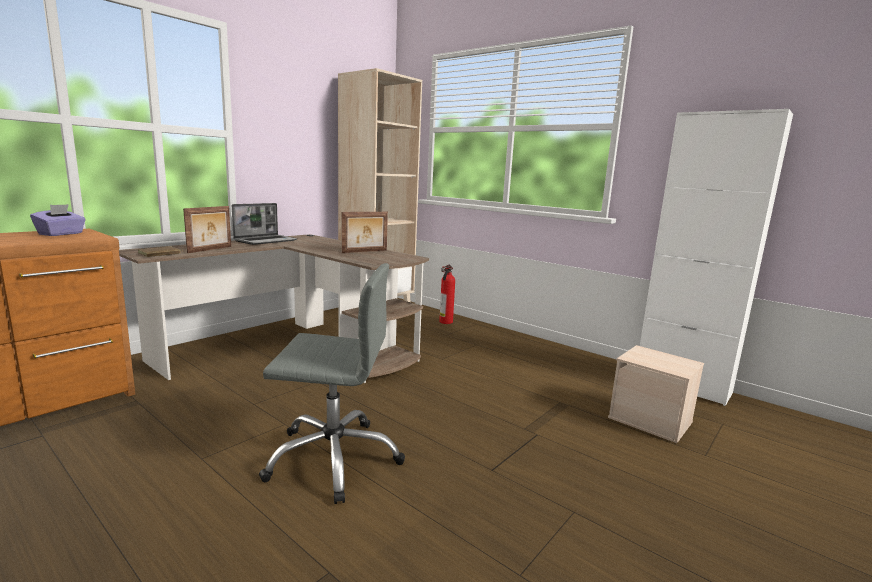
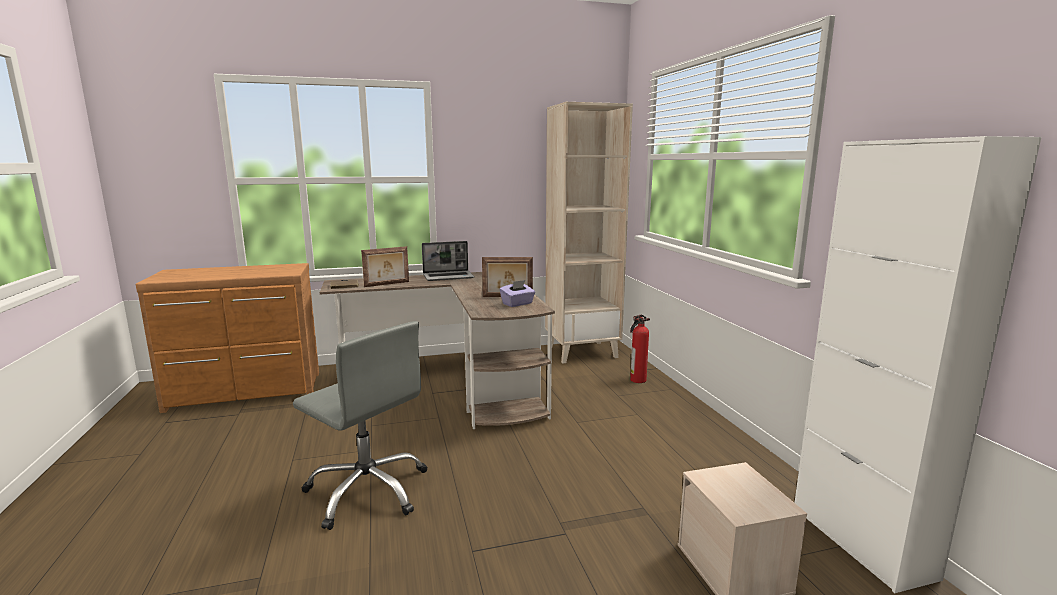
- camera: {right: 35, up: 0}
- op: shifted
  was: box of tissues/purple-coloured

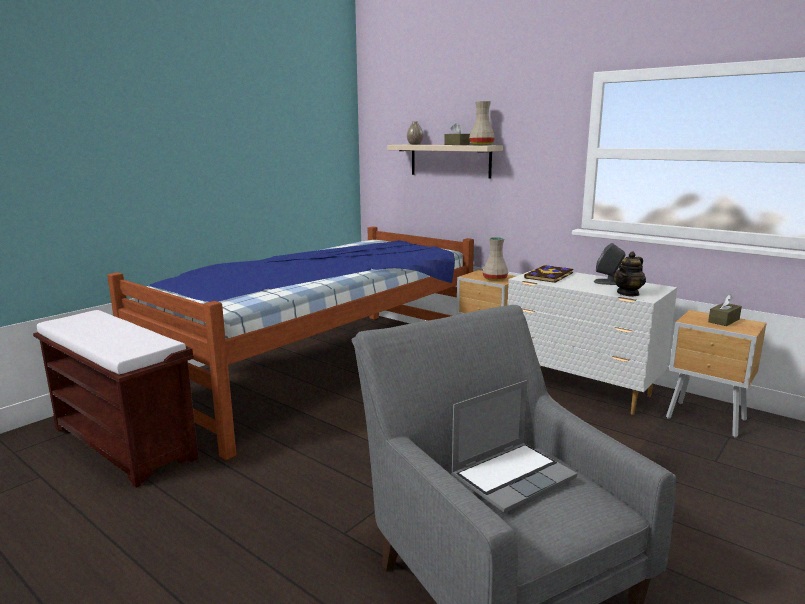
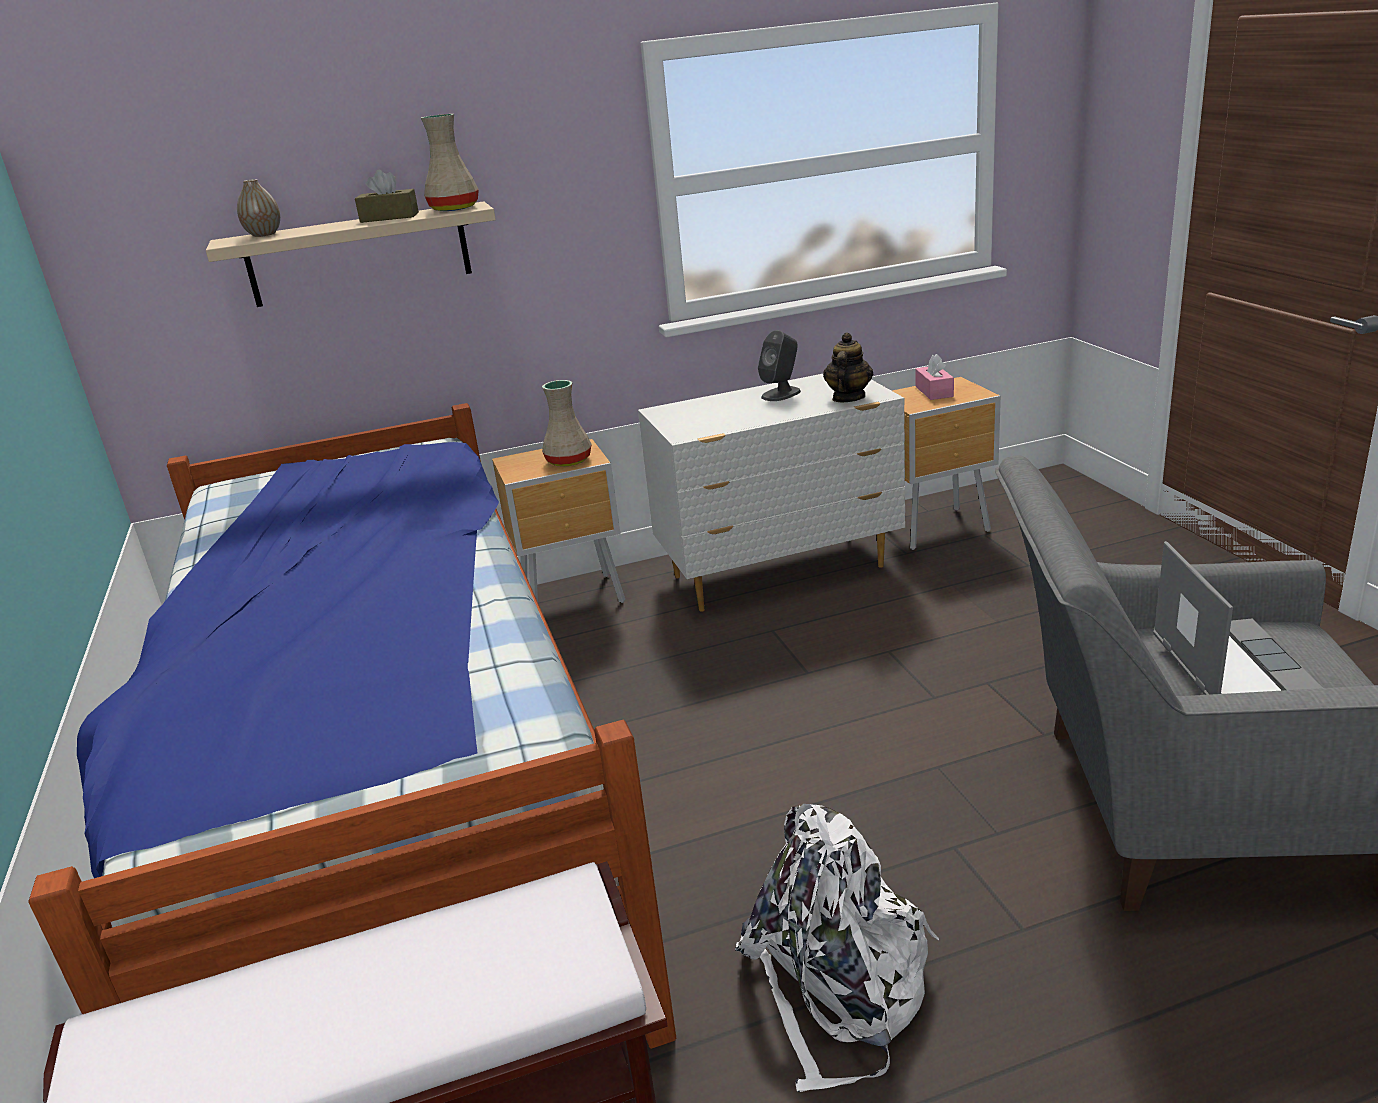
- camera: {right: -55, up: 10}
- op: gone
  was: bound book
- op: rotated
  was: pot for tea
  clockwise: -150
- op: repainted
  was: box of tissues/brown-coloured (no. 2 from left)
  now: box of tissues/pink
- op: new
  now: backpack/white

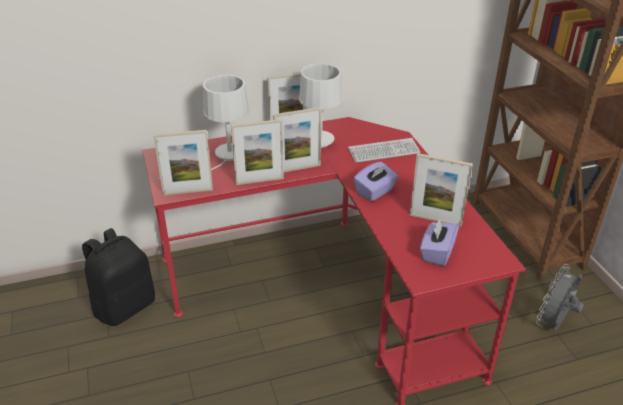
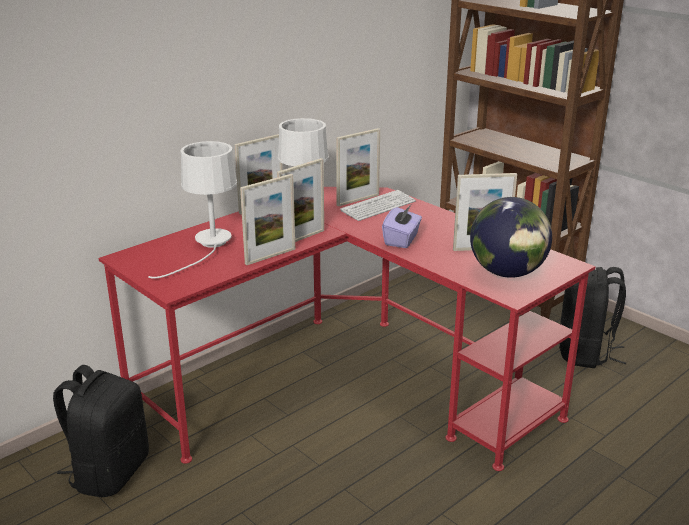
- camera: {right: -25, up: -10}
- op: shifted
  was: picture frame (no. 1 from left in the first image)
  now: picture frame (no. 4 from left)
- op: swapped
  was: box of tissues/purple-coloured (no. 2 from left)
  now: world globe
- op: swapped
  was: electric fan/gray
  now: backpack/black (no. 2 from left)

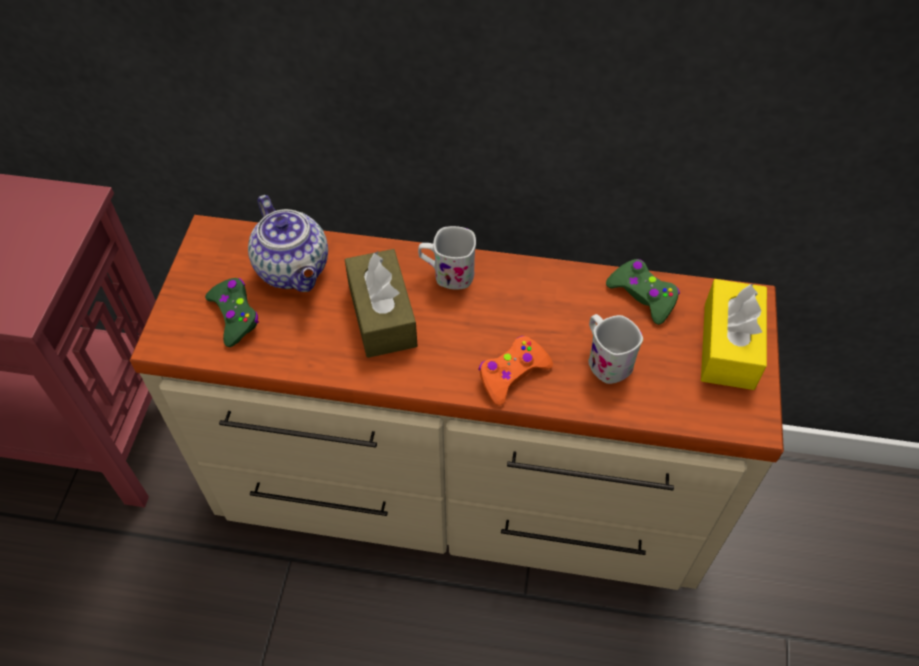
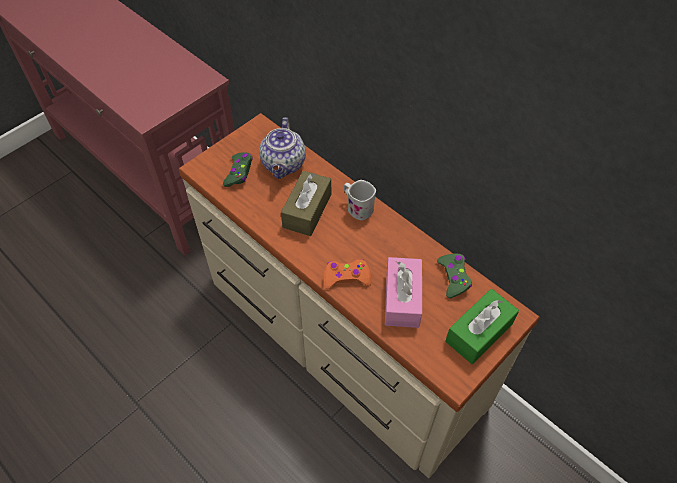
- camera: {right: 35, up: 0}
- op: swapped
  was: tea mug/white (no. 2 from left)
  now: box of tissues/pink
- op: repainted
  was: box of tissues/yellow-coloured
  now: box of tissues/greenish

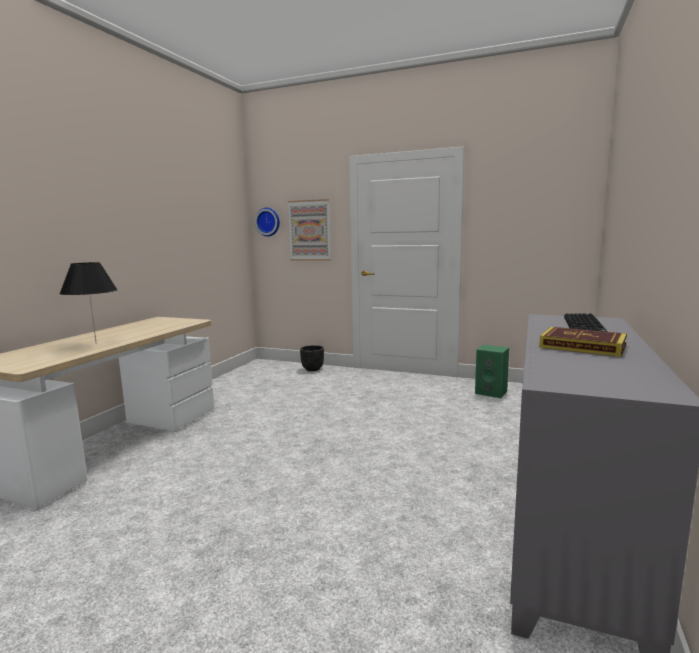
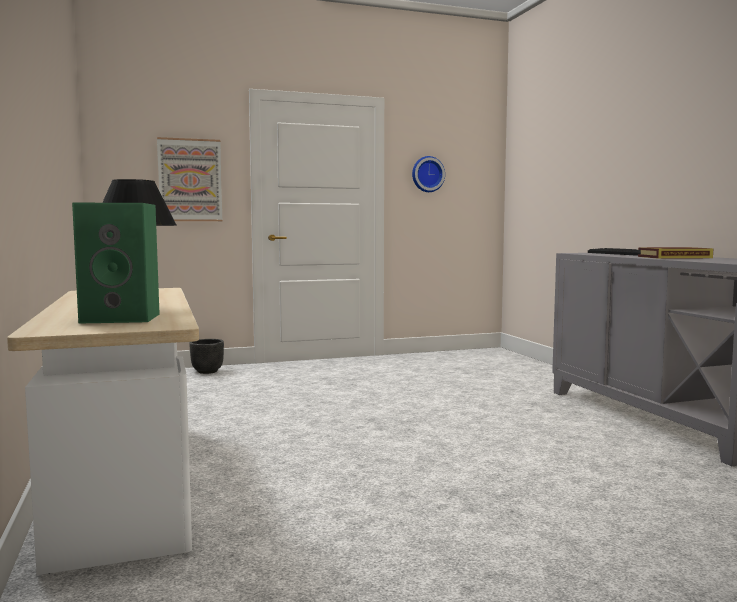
- camera: {right: -40, up: -5}
- op: shifted
  was: clock on the wall
- op: shifted
  was: speaker/greenish

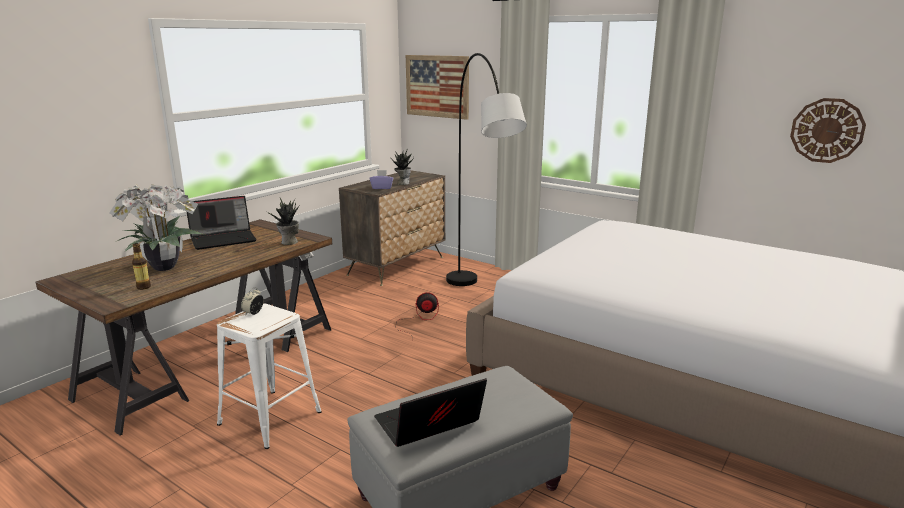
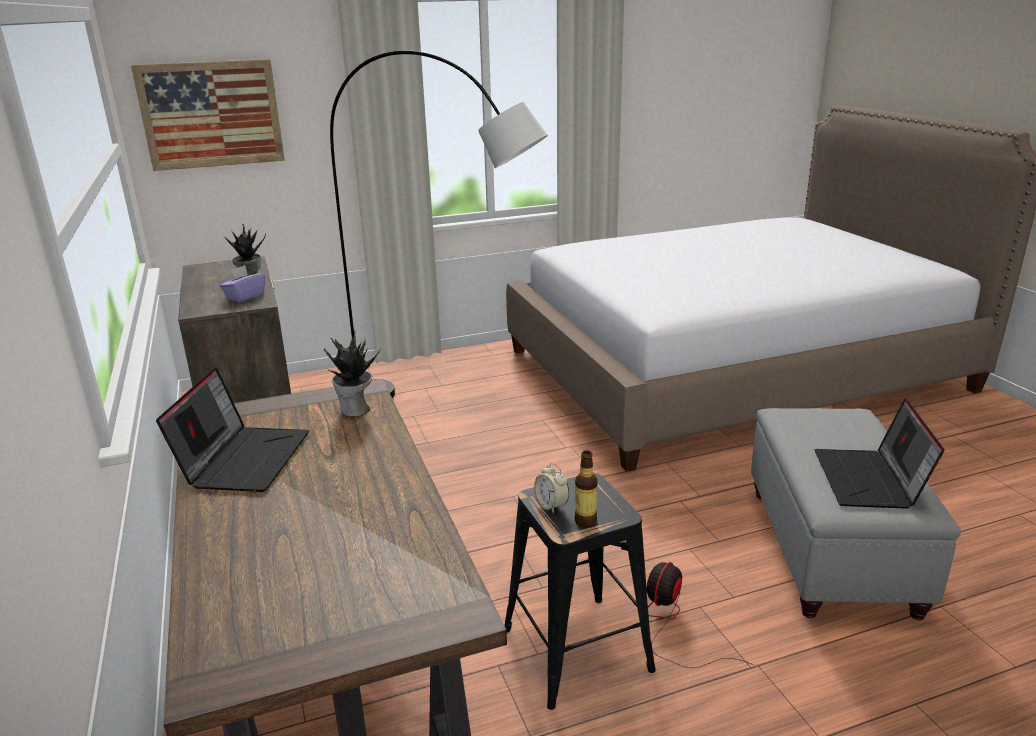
- camera: {right: -55, up: 5}
- op: gone
  was: houseplant (no. 1 from left)
- op: shifted
  was: beverage bottle
- op: repainted
  was: sitting stool/white
  now: sitting stool/black
- op: shifted
  was: electric fan
- op: gone
  was: clock on the wall

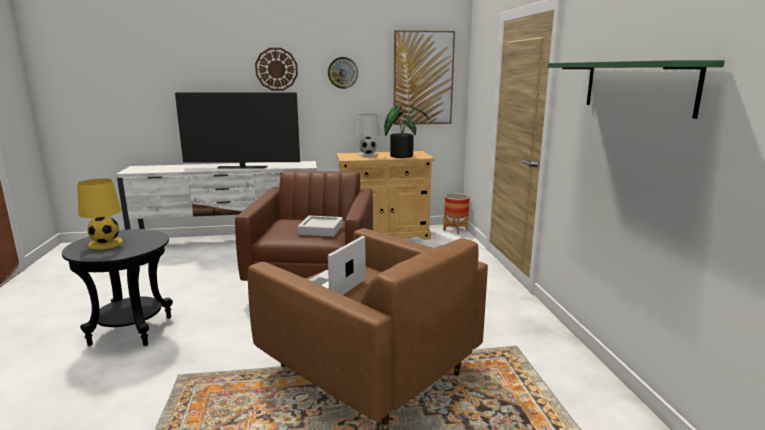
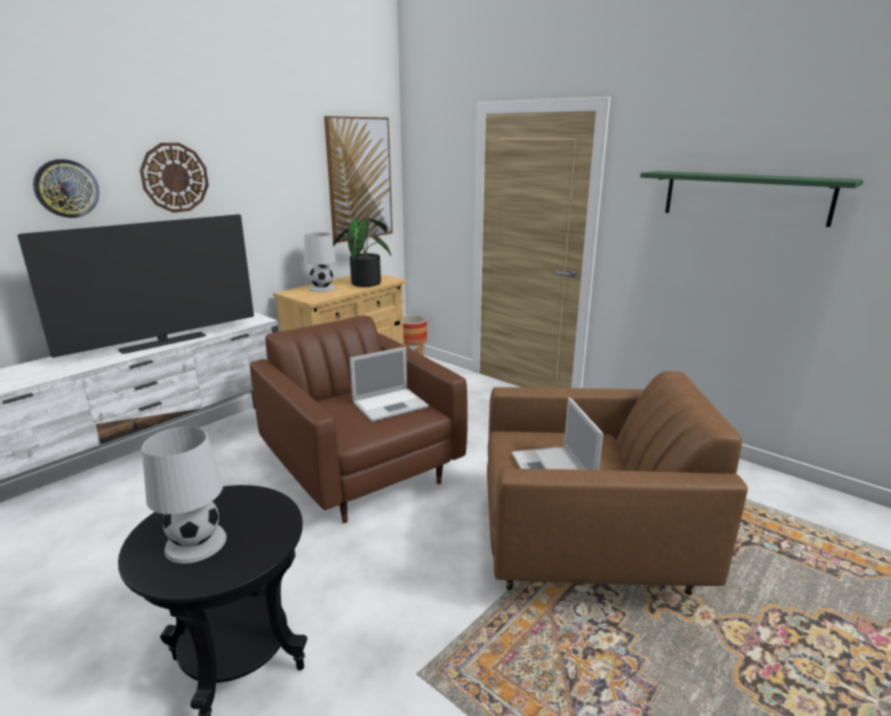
- camera: {right: -40, up: 5}
- op: repainted
  was: table lamp/yellow-coloured
  now: table lamp/white (no. 1 from left)
- op: swapped
  was: tray/gray
  now: portable computer (no. 1 from left)
- op: shifted
  was: clock on the wall (no. 2 from left in the first image)
  now: clock on the wall (no. 1 from left)

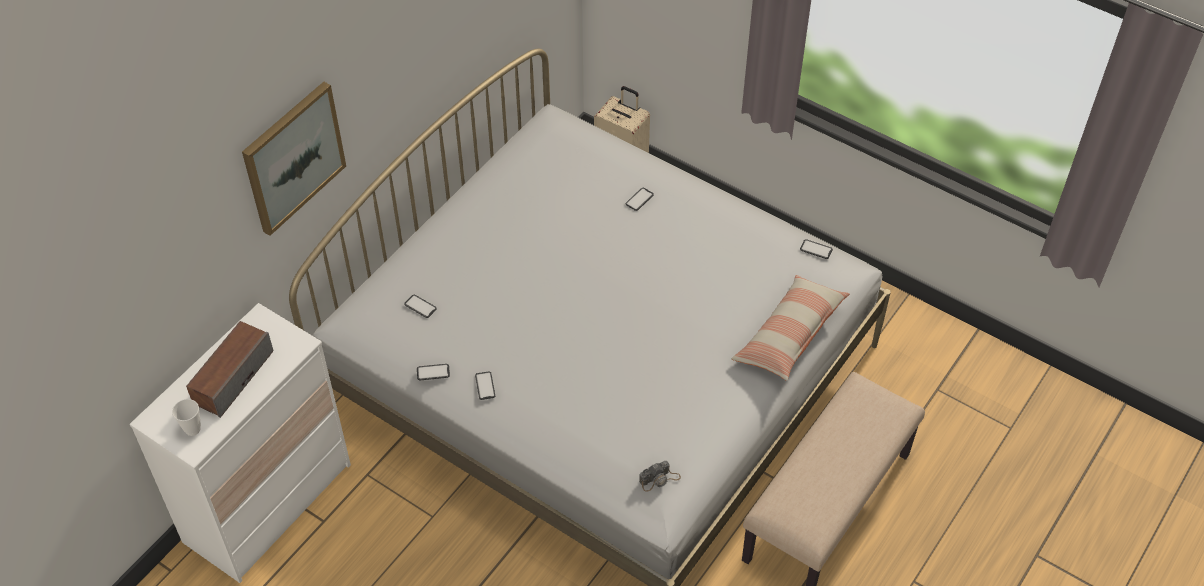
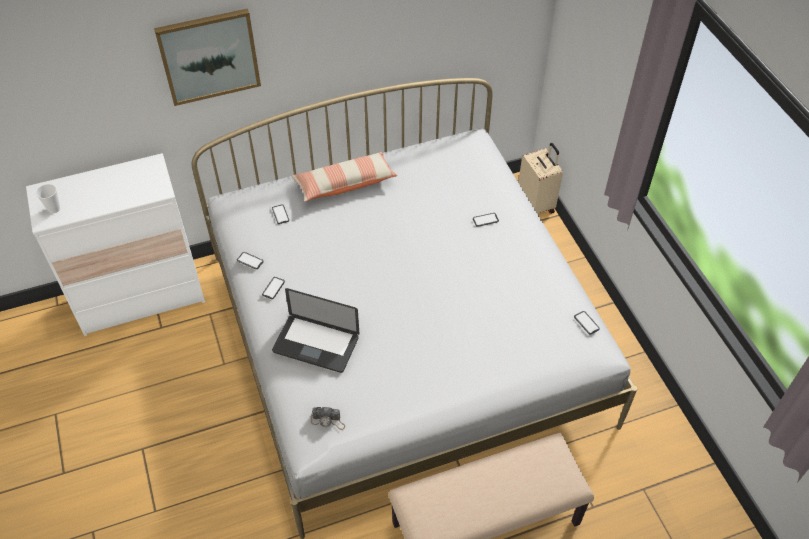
- camera: {right: 35, up: 0}
- op: gone
  was: speaker
- op: shifted
  was: cushion
- op: new
  now: portable computer

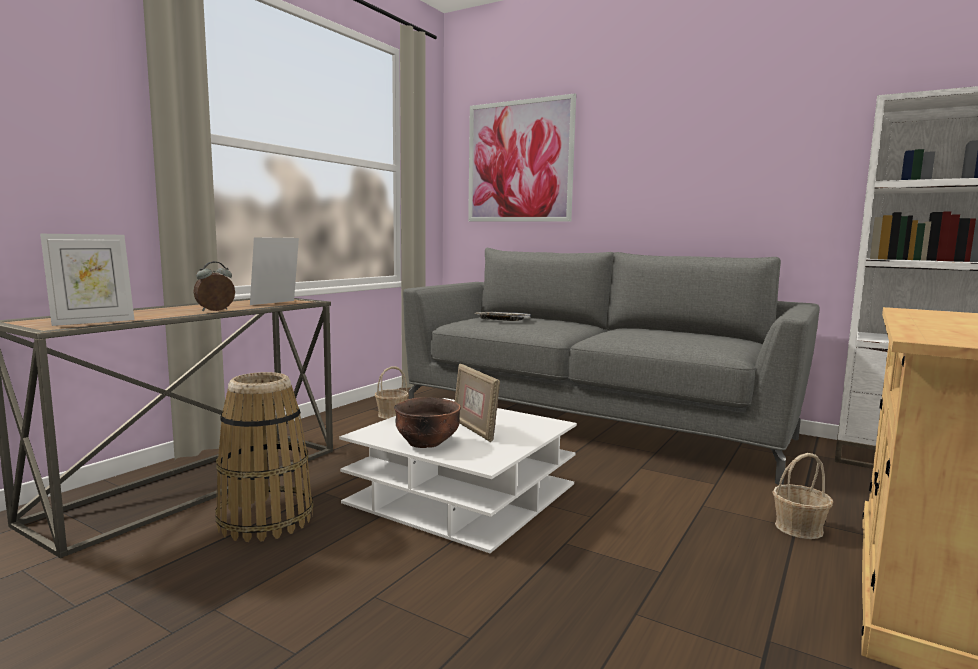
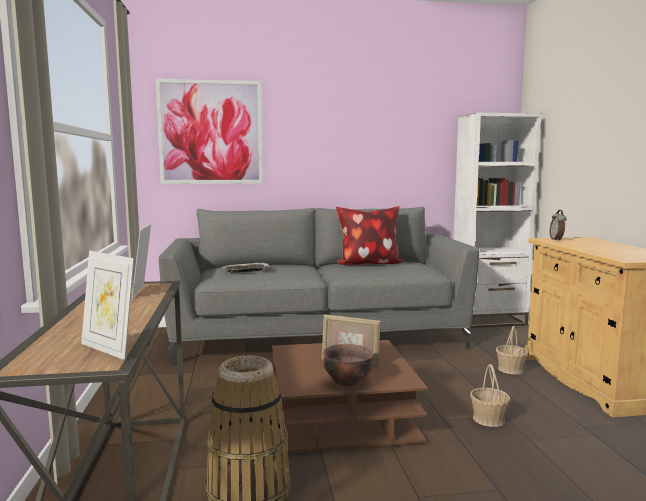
- camera: {right: -40, up: 0}
- op: rotated
  was: picture frame (no. 1 from left)
  clockwise: 120
- op: shifted
  was: table clock
- op: repainted
  was: lounge table/white
  now: lounge table/brown-coloured
- op: shifted
  was: household basket (no. 2 from left)
- op: new
  now: cushion

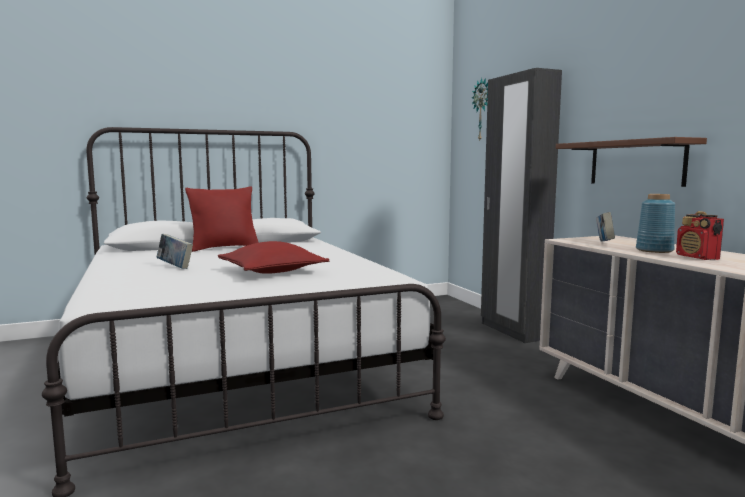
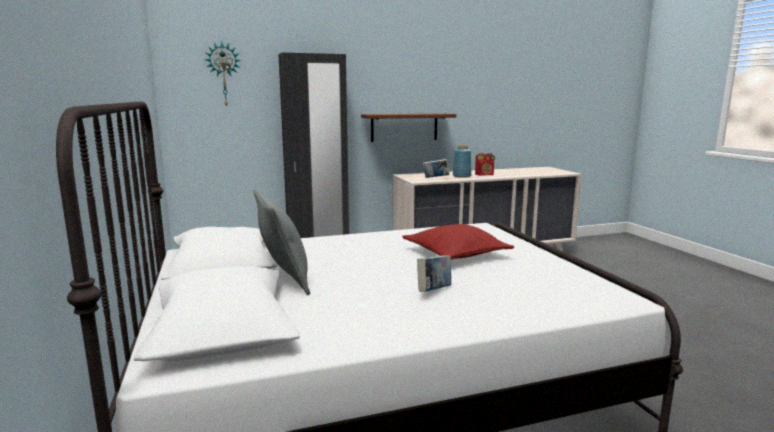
- camera: {right: -85, up: 5}
- op: repainted
  was: cushion/red-coloured (no. 1 from left)
  now: cushion/gray

